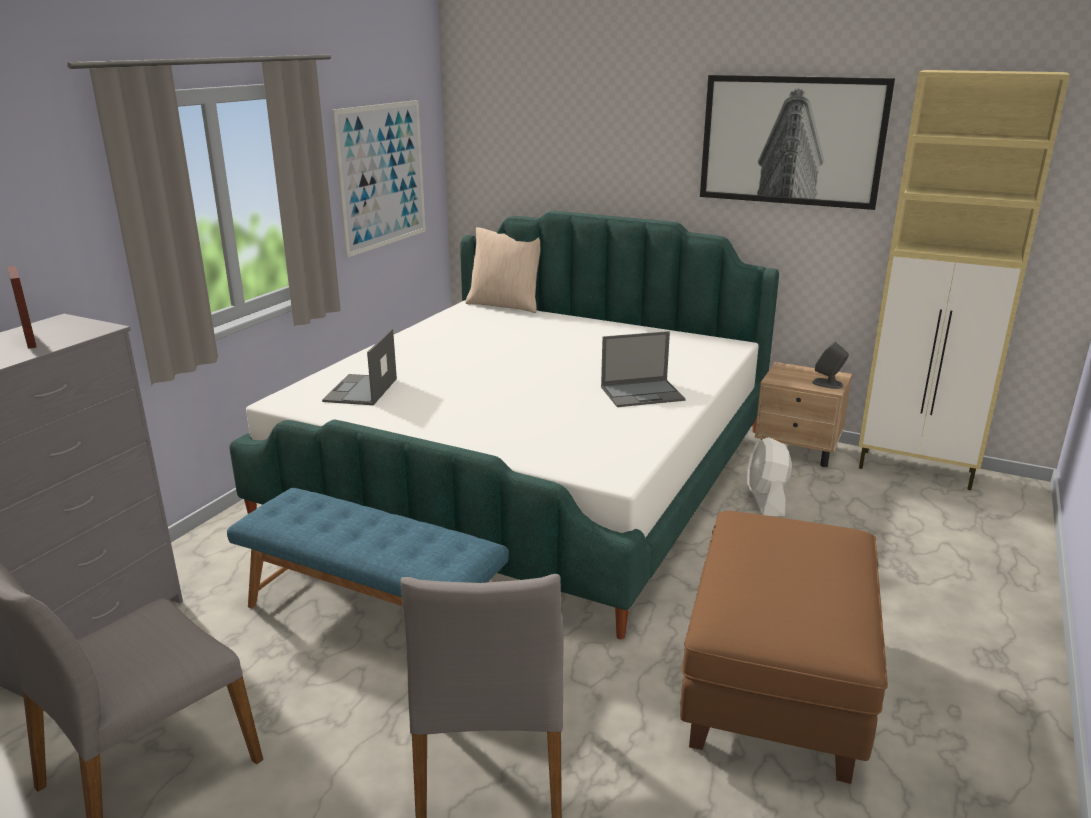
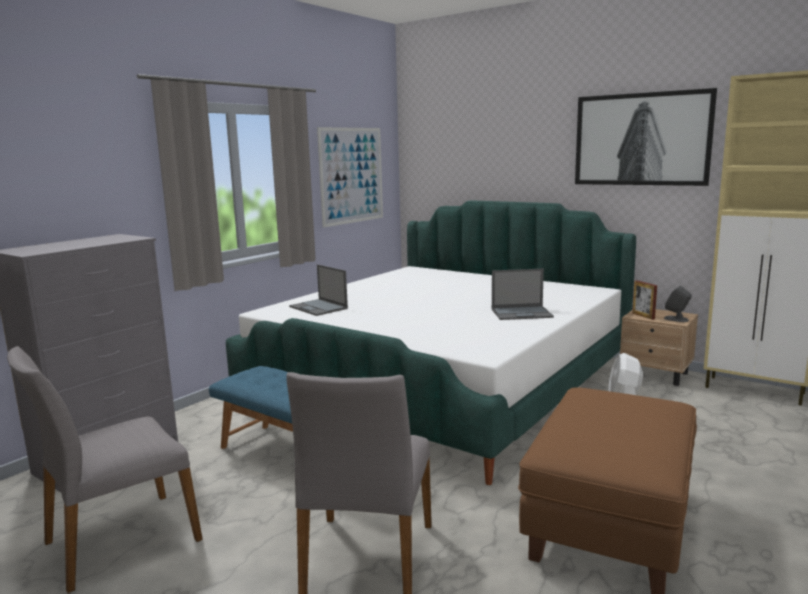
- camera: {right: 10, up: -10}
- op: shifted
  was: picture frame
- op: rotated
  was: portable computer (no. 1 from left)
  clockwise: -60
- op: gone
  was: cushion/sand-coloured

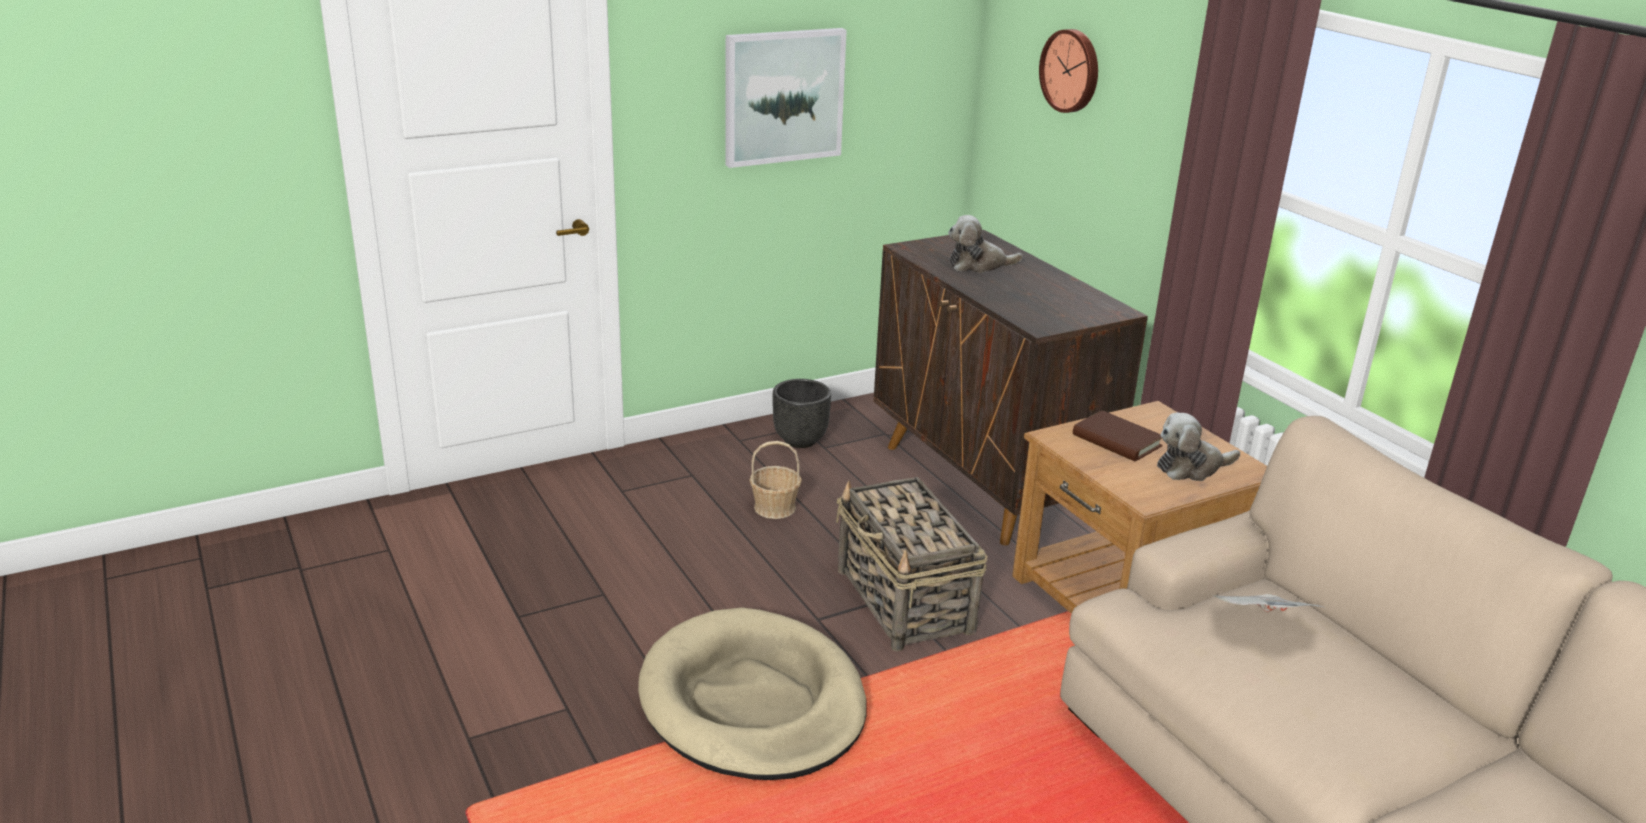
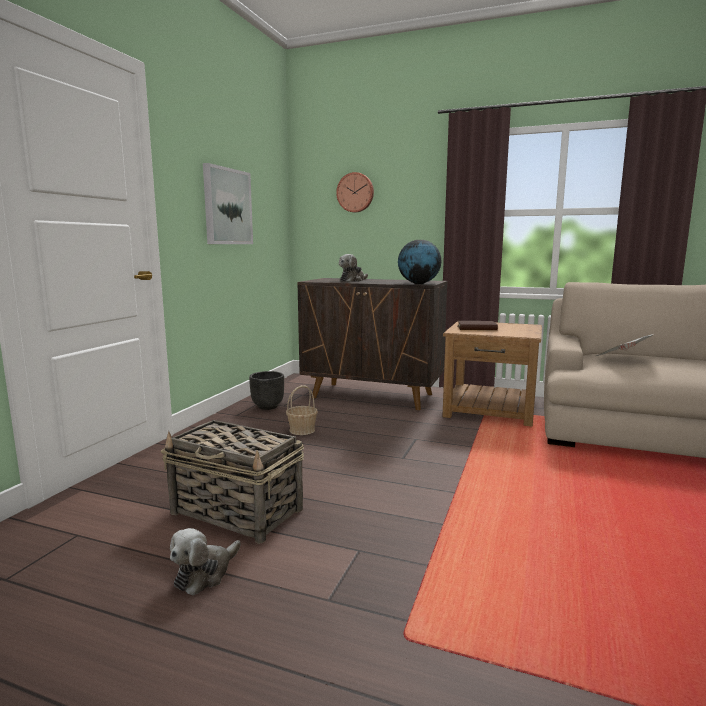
- camera: {right: -40, up: -15}
- op: gone
  was: dog bed/sand-coloured
- op: shifted
  was: household basket (no. 2 from left in the first image)
  now: household basket (no. 1 from left)
- op: shifted
  was: cuddly toy (no. 2 from left in the first image)
  now: cuddly toy (no. 1 from left)
- op: new
  now: world globe

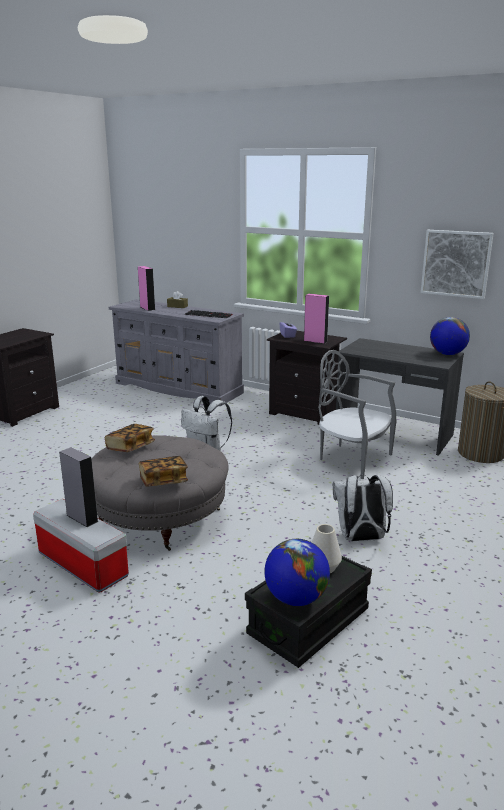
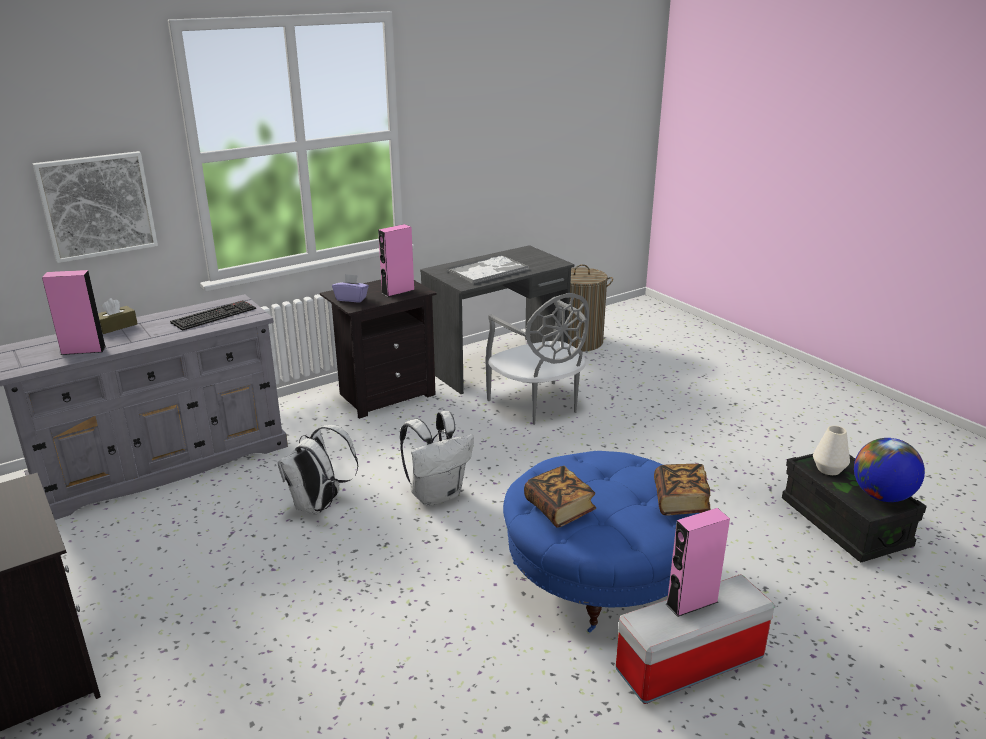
- camera: {right: -65, up: 5}
- op: repainted
  was: speaker/gray
  now: speaker/pink (no. 3 from left)
- op: repainted
  was: footrest/gray
  now: footrest/blue
- op: rotated
  was: upright chair/gray
  clockwise: -90
- op: shifted
  was: backpack/white (no. 2 from left in the first image)
  now: backpack/white (no. 1 from left)
- op: shifted
  was: wall picture
- op: gone
  was: world globe (no. 2 from left)
- op: new
  now: tray

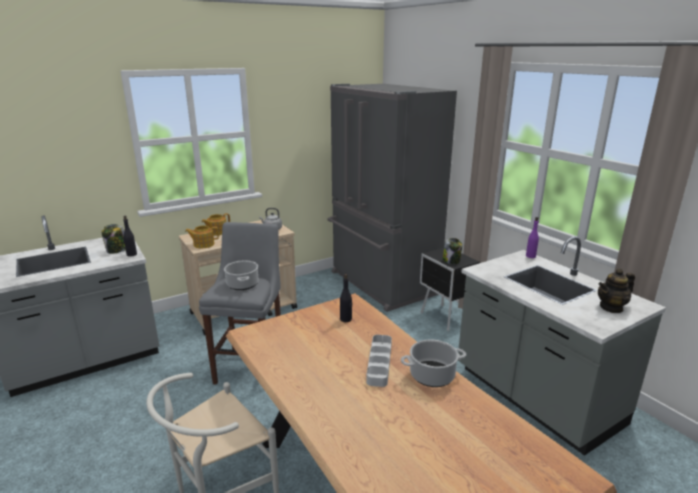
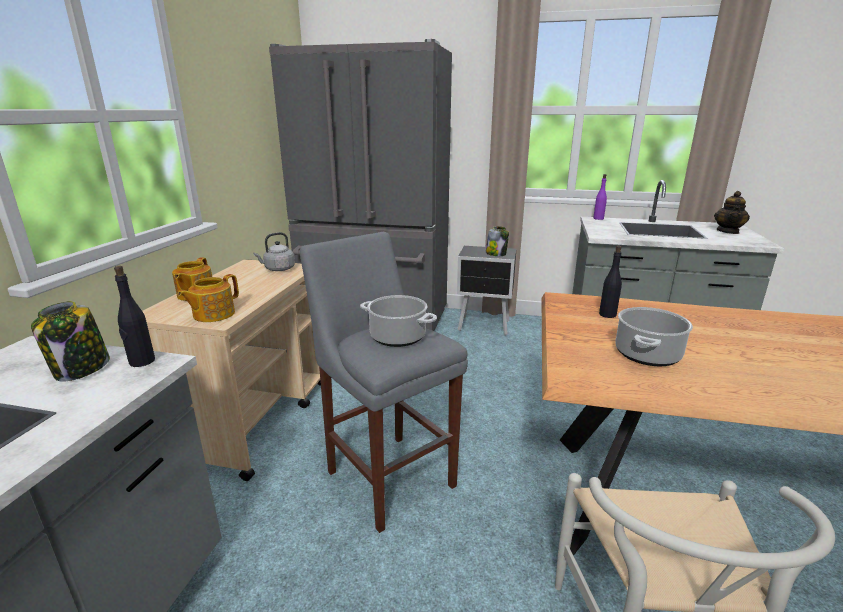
- camera: {right: -45, up: 0}
- op: gone
  was: tray/gray
- op: shifted
  was: cooking pot (no. 2 from left)

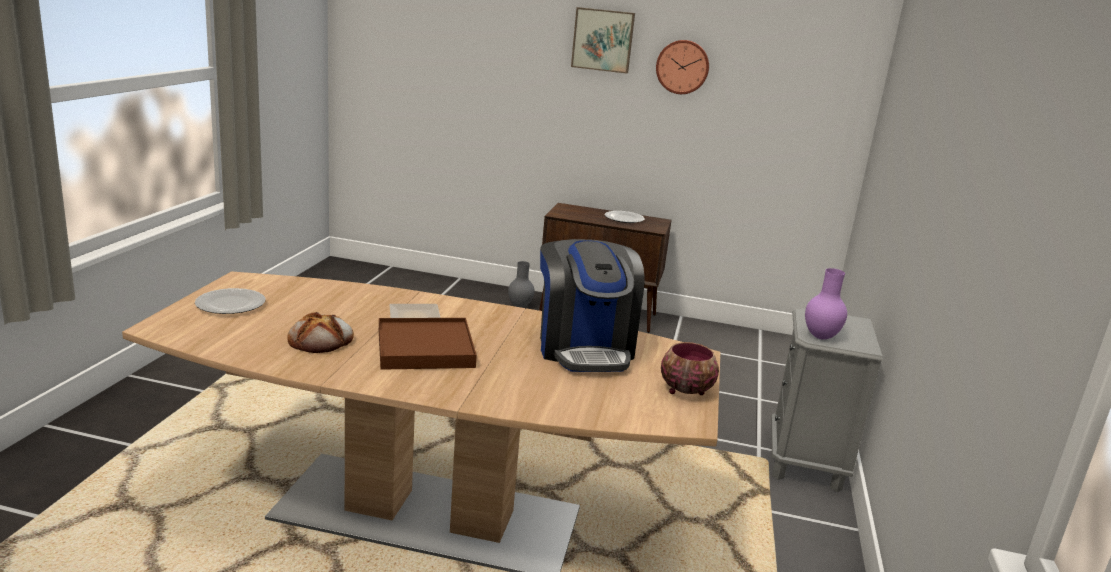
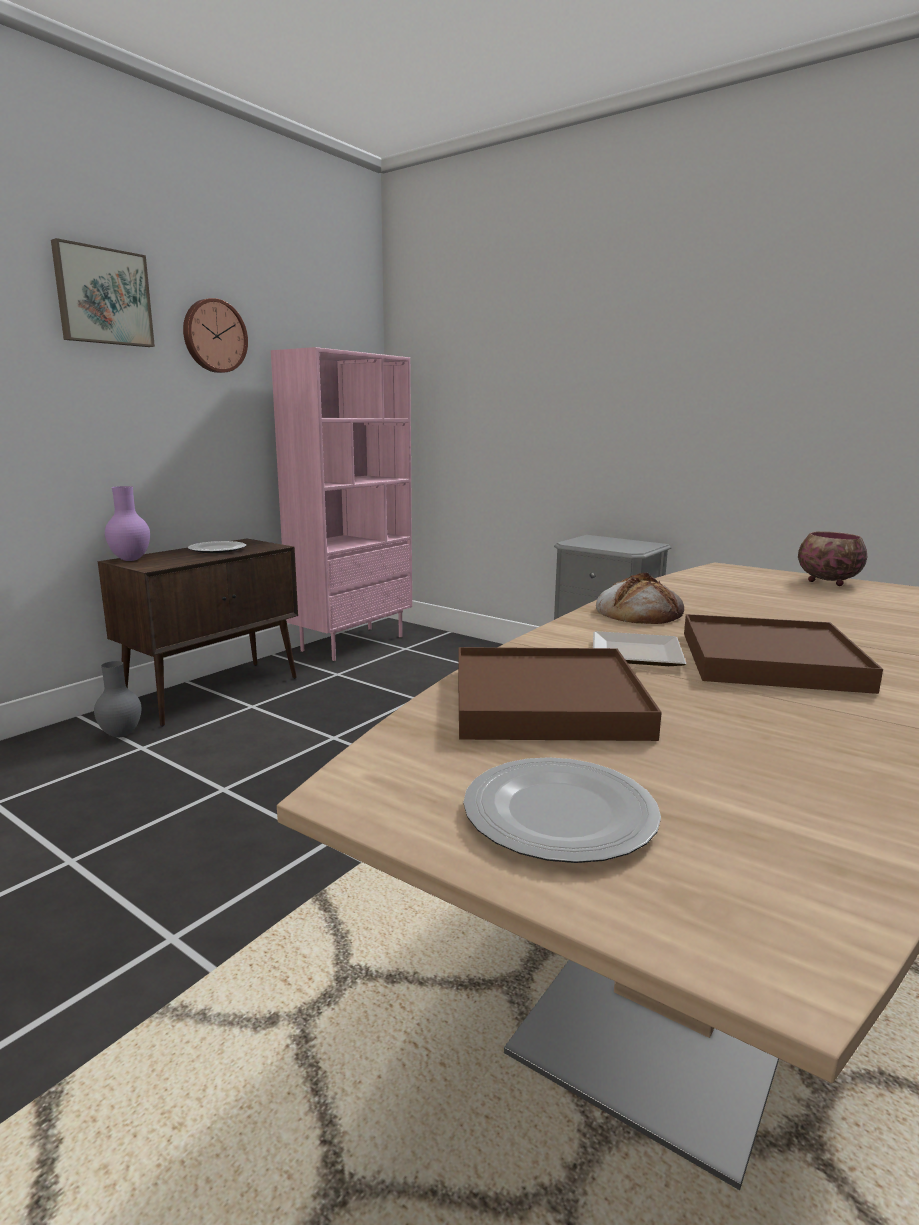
- camera: {right: -65, up: -5}
- op: shifted
  was: bakery bread
- op: gone
  was: coffee maker
- op: shifted
  was: vase/purple-coloured
- op: new
  now: bookcase/pink
- op: new
  now: tray/brown-coloured (no. 1 from left)

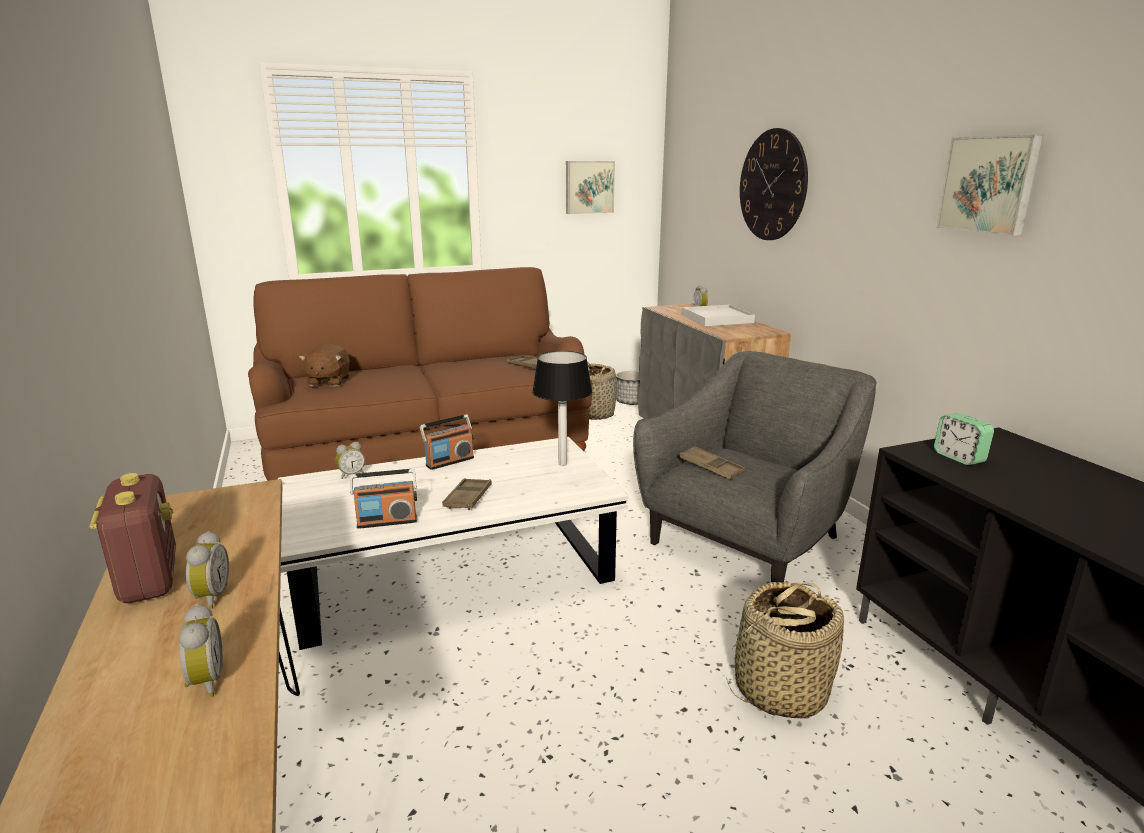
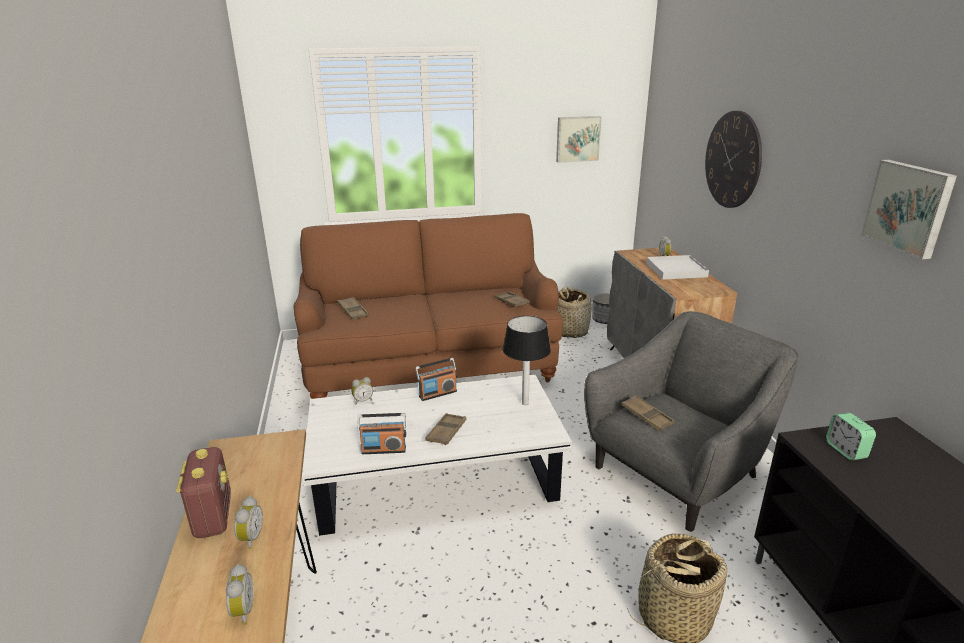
- camera: {right: 10, up: 5}
- op: swapped
  was: cuddly toy/brown-coloured
  now: tray/brown-coloured (no. 1 from left)

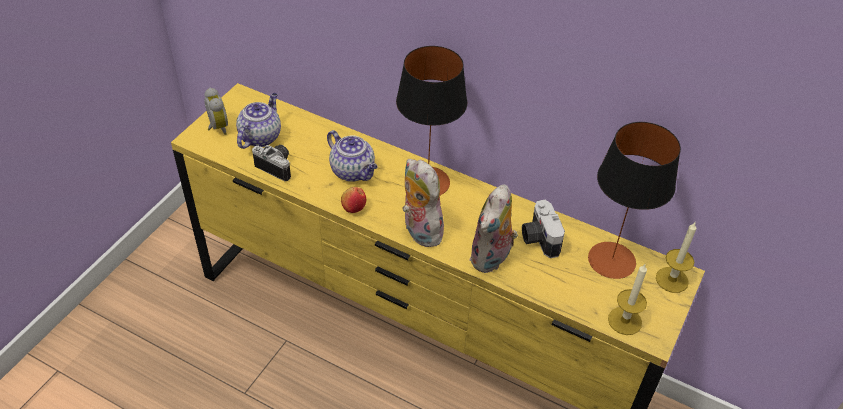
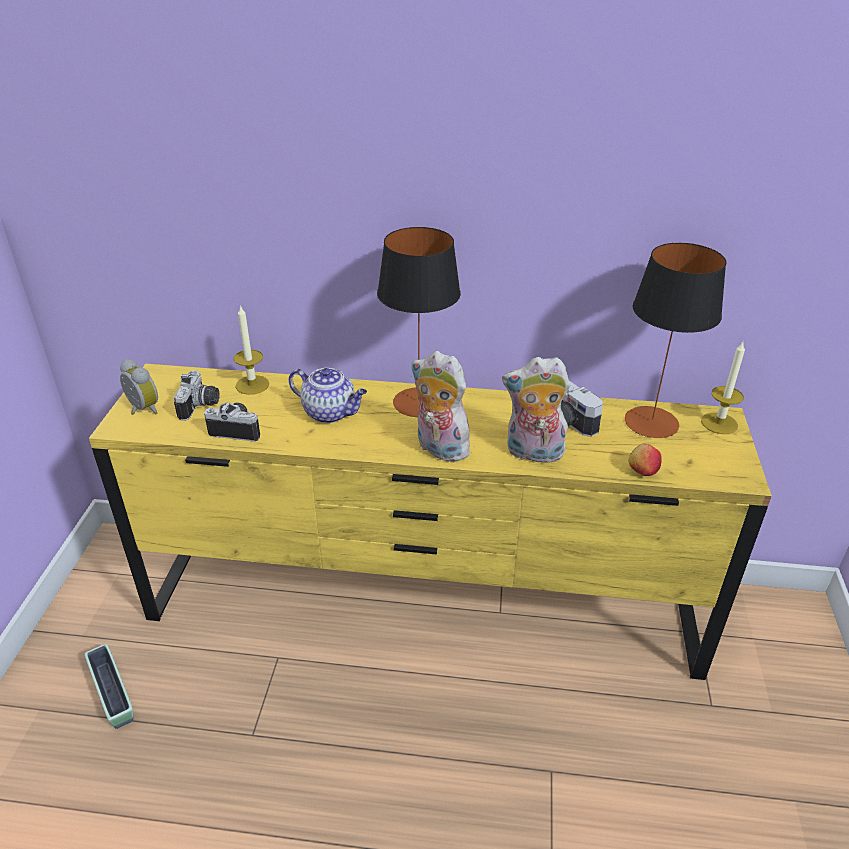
- camera: {right: -20, up: -10}
- op: swapped
  was: pot for tea (no. 1 from left)
  now: still camera (no. 1 from left)
- op: shifted
  was: apple
- op: rotated
  was: cuddly toy (no. 2 from left)
  clockwise: 90
- op: shifted
  was: wax candle (no. 1 from left)
- op: new
  now: flower pot

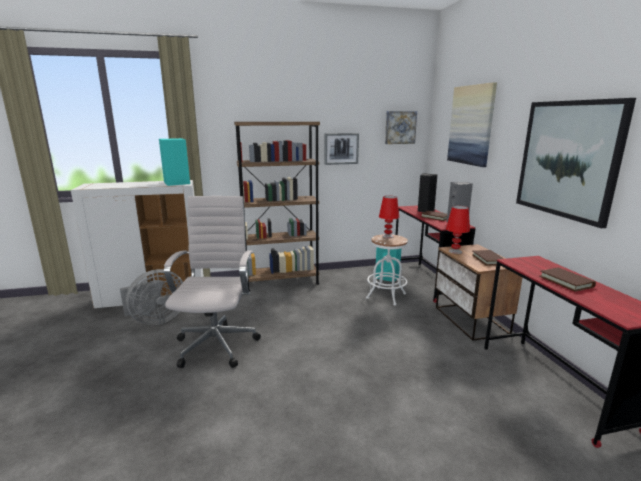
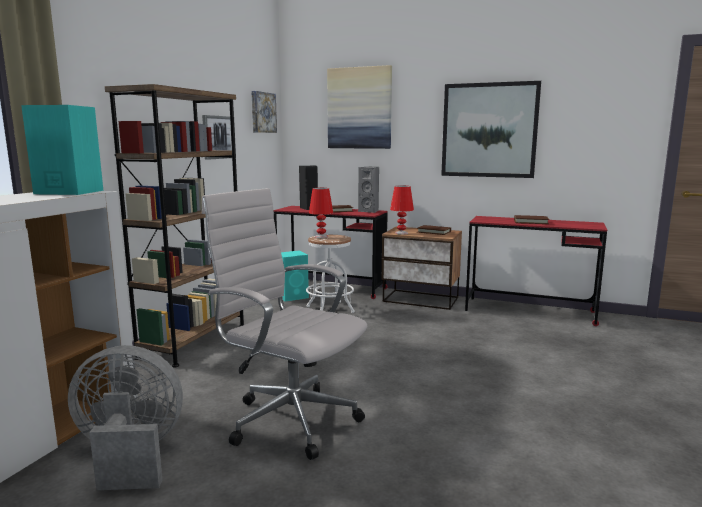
- camera: {right: -55, up: -5}
- op: rotated
  was: electric fan/gray
  clockwise: -90

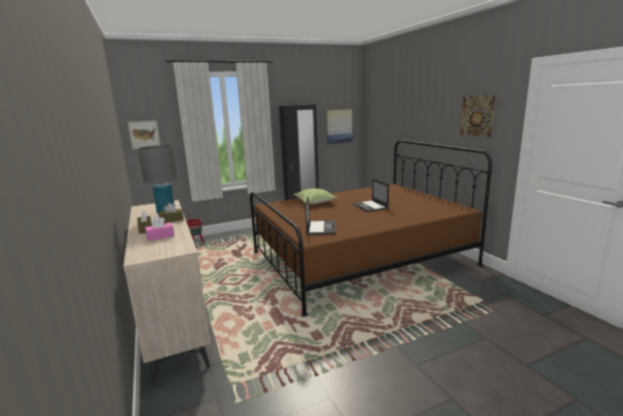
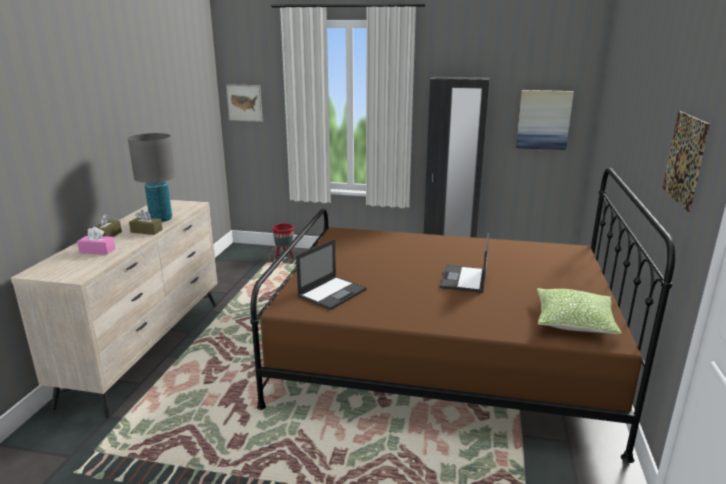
- camera: {right: 35, up: 5}
- op: shifted
  was: cushion

